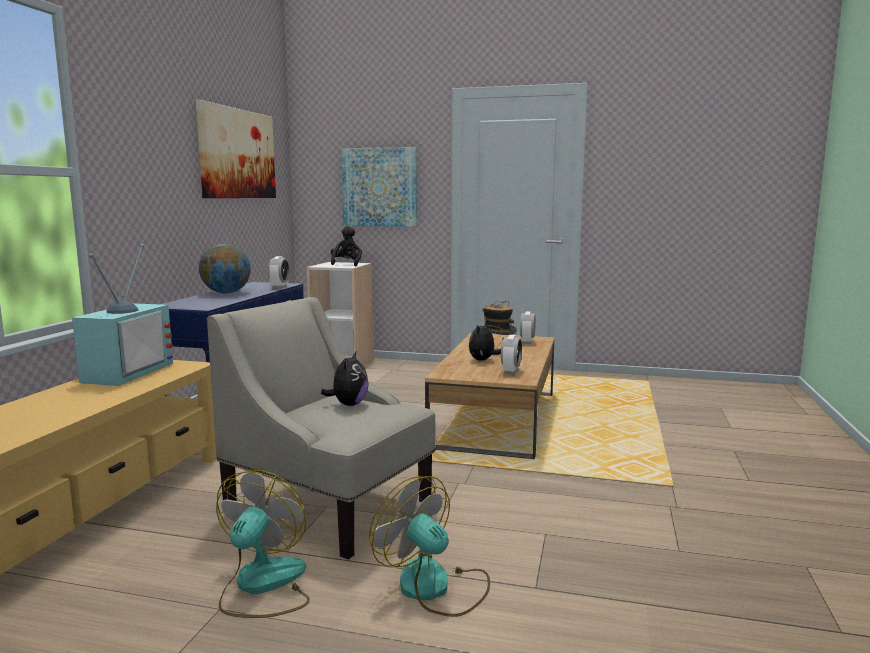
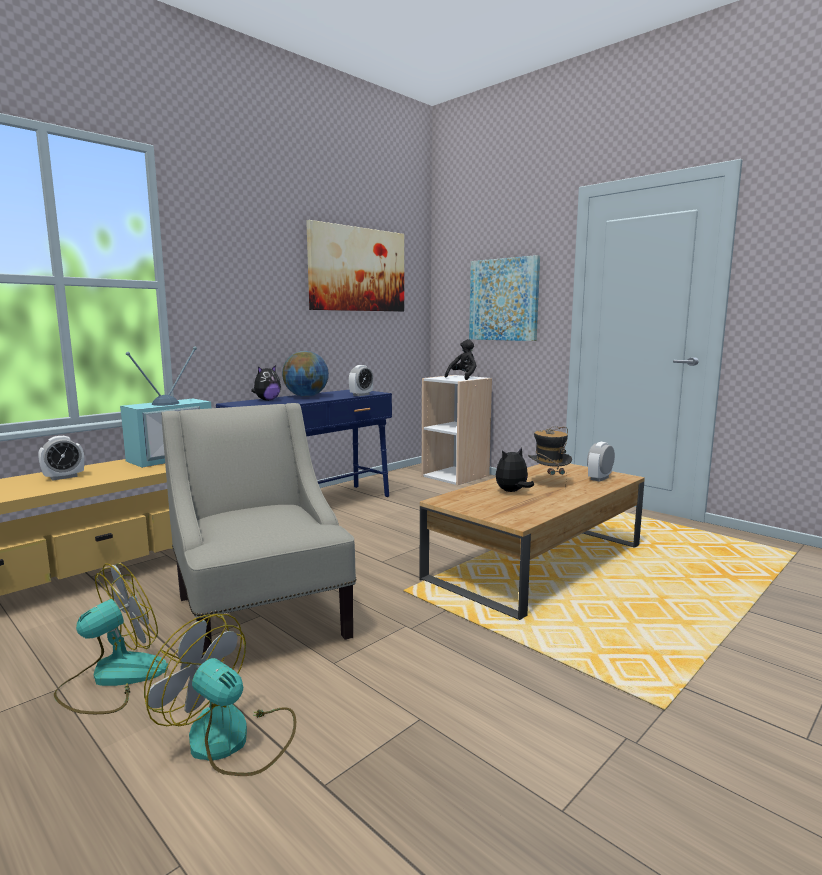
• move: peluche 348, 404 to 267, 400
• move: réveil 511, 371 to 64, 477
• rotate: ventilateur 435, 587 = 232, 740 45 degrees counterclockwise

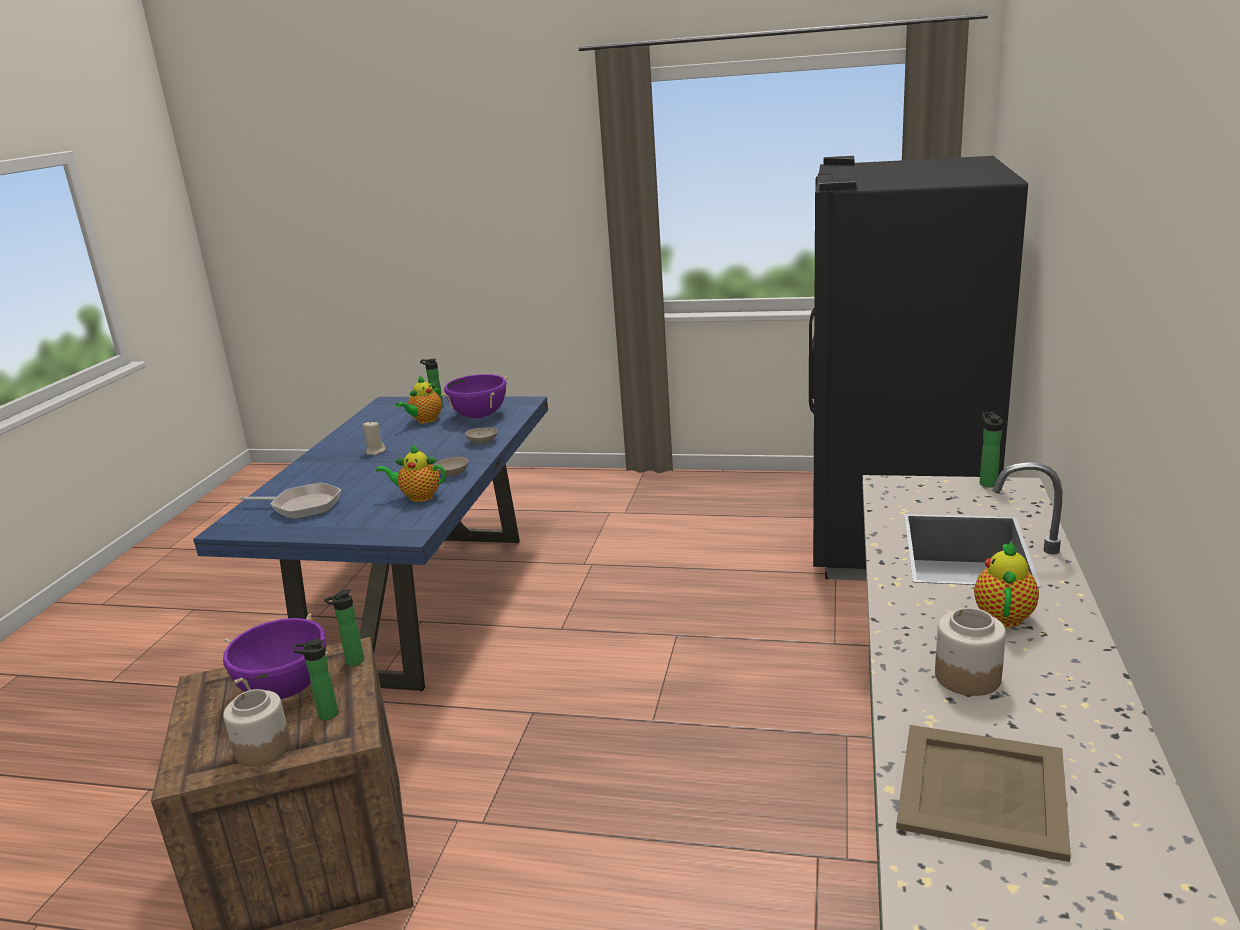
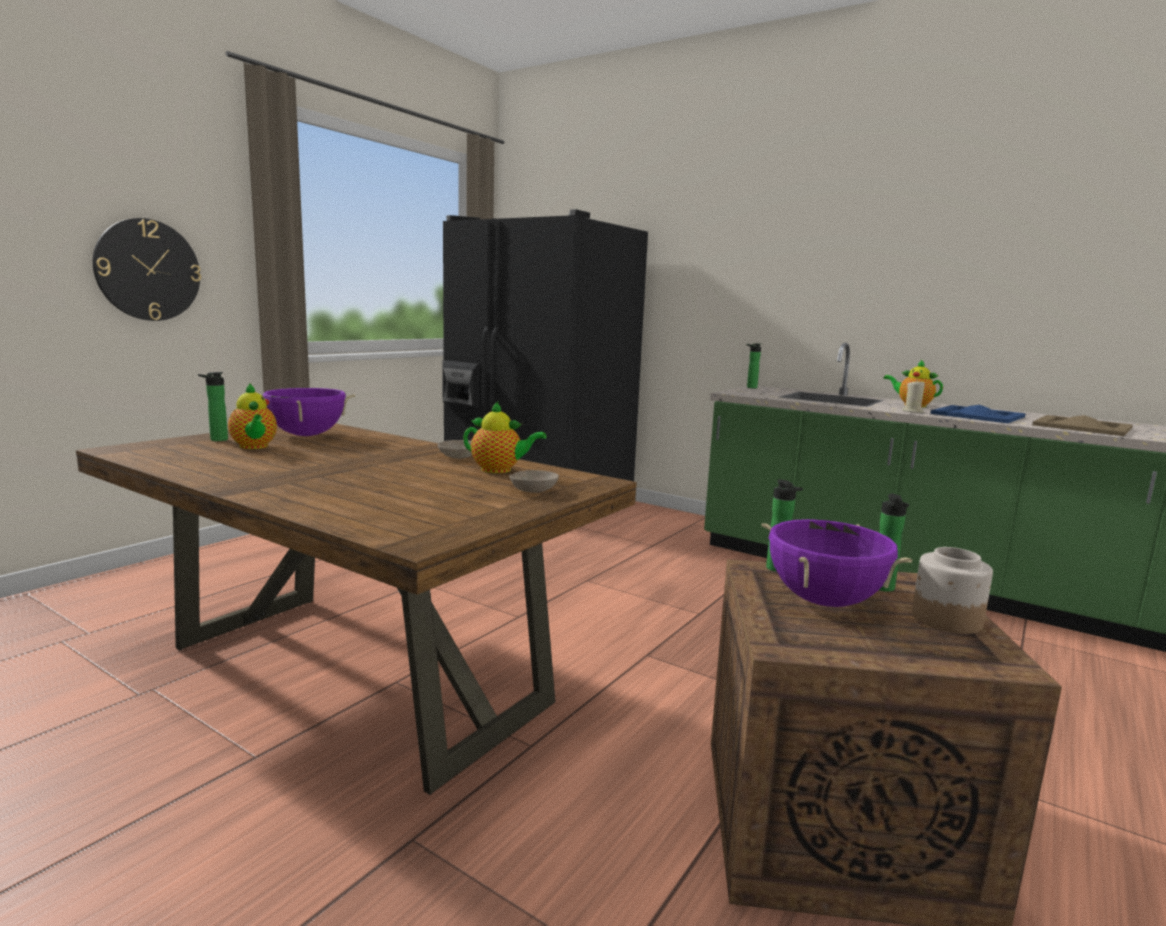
• delete: poêle 302, 506
• insert: horloge murale 148, 270
• move: bougie [beige] 375, 451 to 913, 411
• move: bol [beige] 482, 442 to 534, 491
• replace: bocal 967, 677 to plateau [bleu] 976, 415
• recolor: table à manger [bleu] 421, 603 to table à manger [marron] 352, 675
• rotate: théière 418, 497 = 499, 470 105 degrees counterclockwise

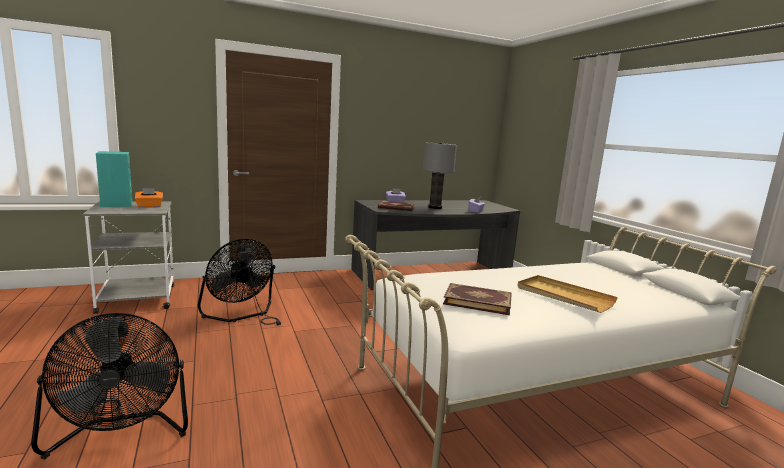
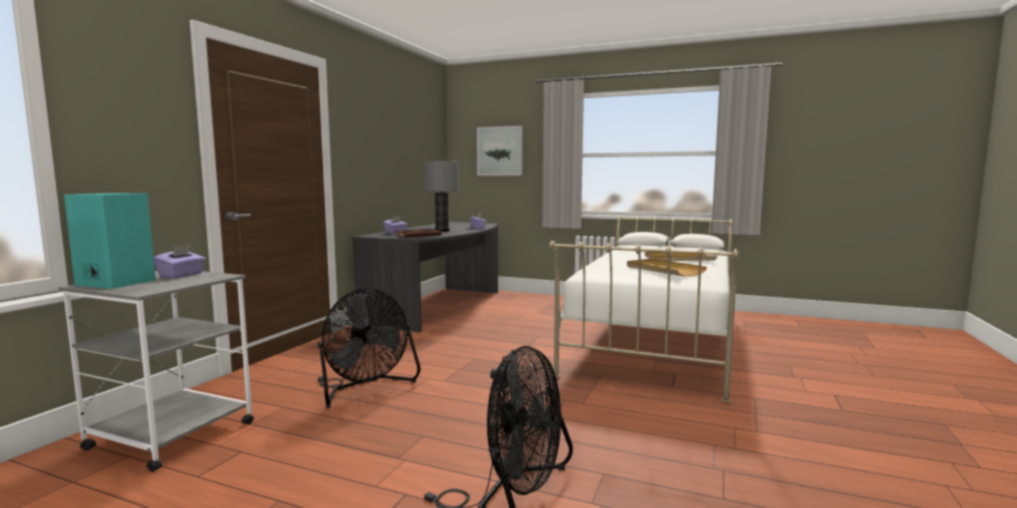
• insert: tableau 500, 151
• replace: livre 477, 301 to plateau [beige] 664, 270
• recolor: boîte à mouchoirs [orange] 149, 206 to boîte à mouchoirs [violet] 181, 275
• rotate: ventilateur [noir] 246, 314 = 361, 389 135 degrees counterclockwise

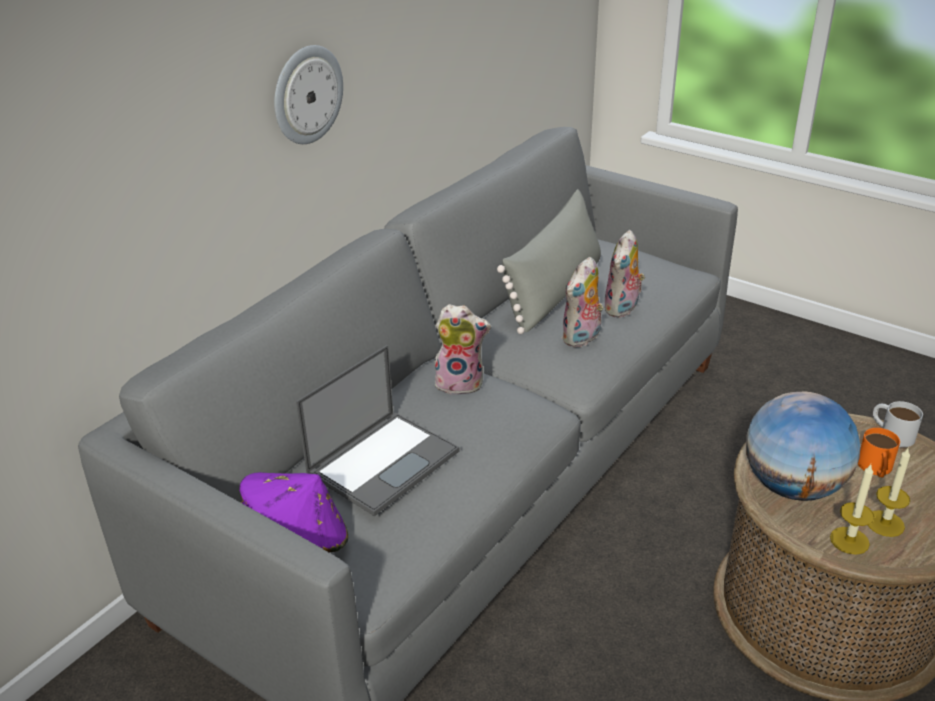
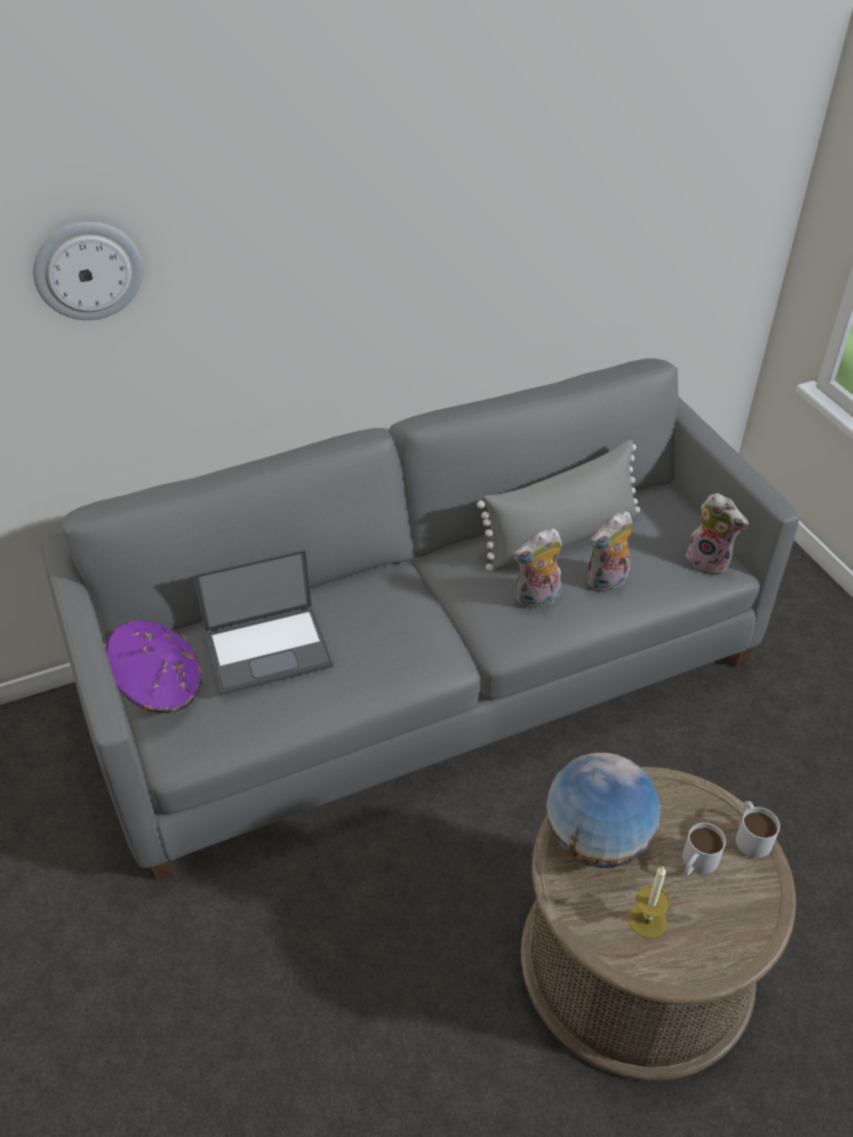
• delete: bougie 849, 540
• move: horloge murale 307, 94 to 88, 270
• move: peluche 461, 383 to 709, 561
• recolor: mug [orange] 875, 469 to mug [blanc] 696, 863

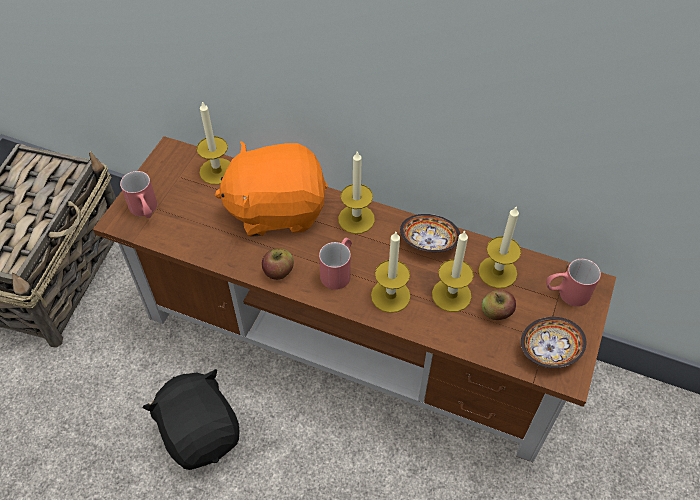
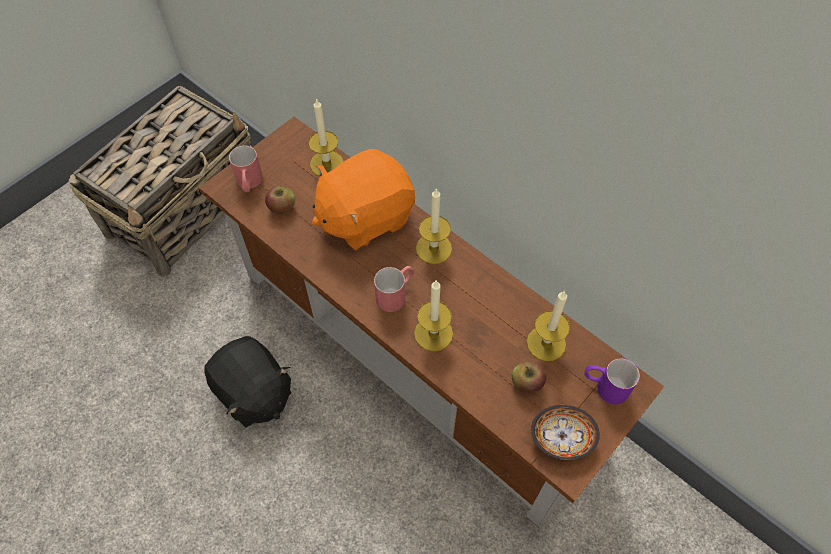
• delete: bol 428, 242
• delete: bougie 451, 295
• move: pomme 278, 271 to 282, 207
• recolor: mug [rouge] 566, 293 to mug [violet] 604, 387
• rotate: peluche [noir] 201, 432 = 253, 393 150 degrees clockwise
• rotate: peluche [orange] 276, 209 = 364, 217 45 degrees counterclockwise

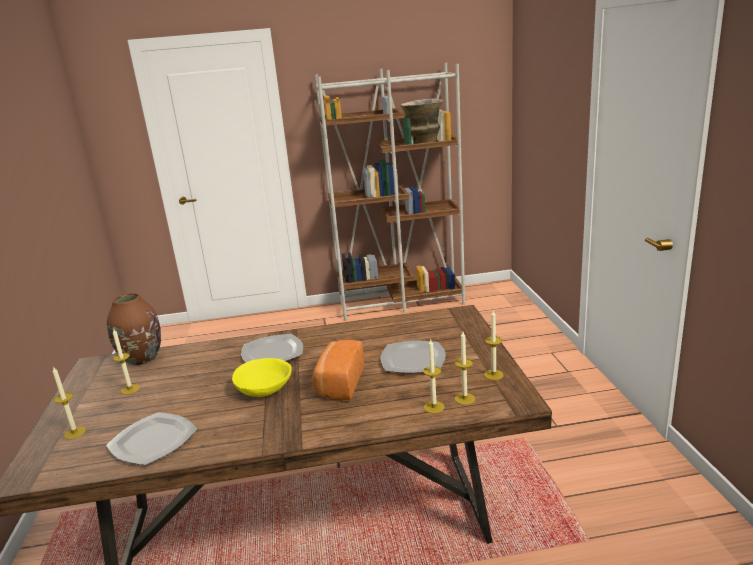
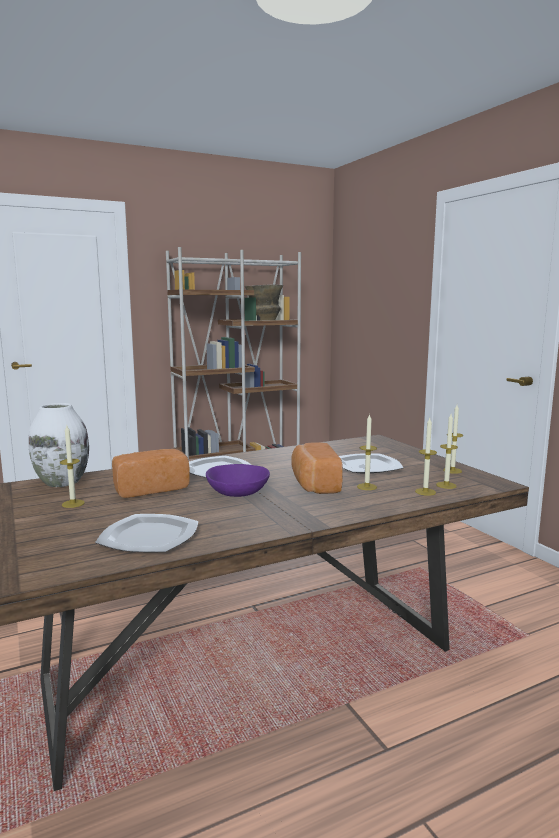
• insert: pain 149, 488
• move: bougie 75, 433 to 366, 487
• recolor: vase [marron] 141, 358 to vase [blanc] 61, 482
• recolor: bol [jaune] 265, 388 to bol [violet] 238, 492

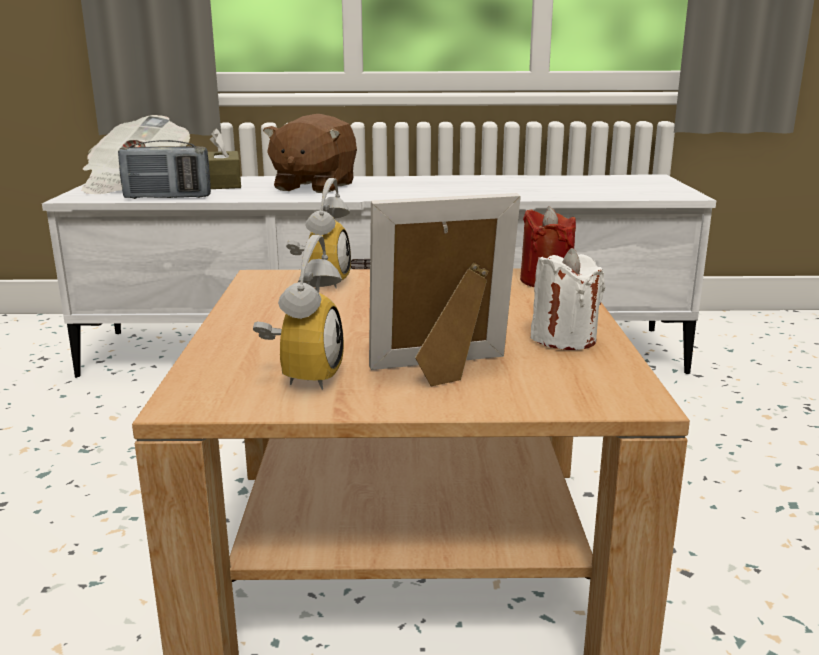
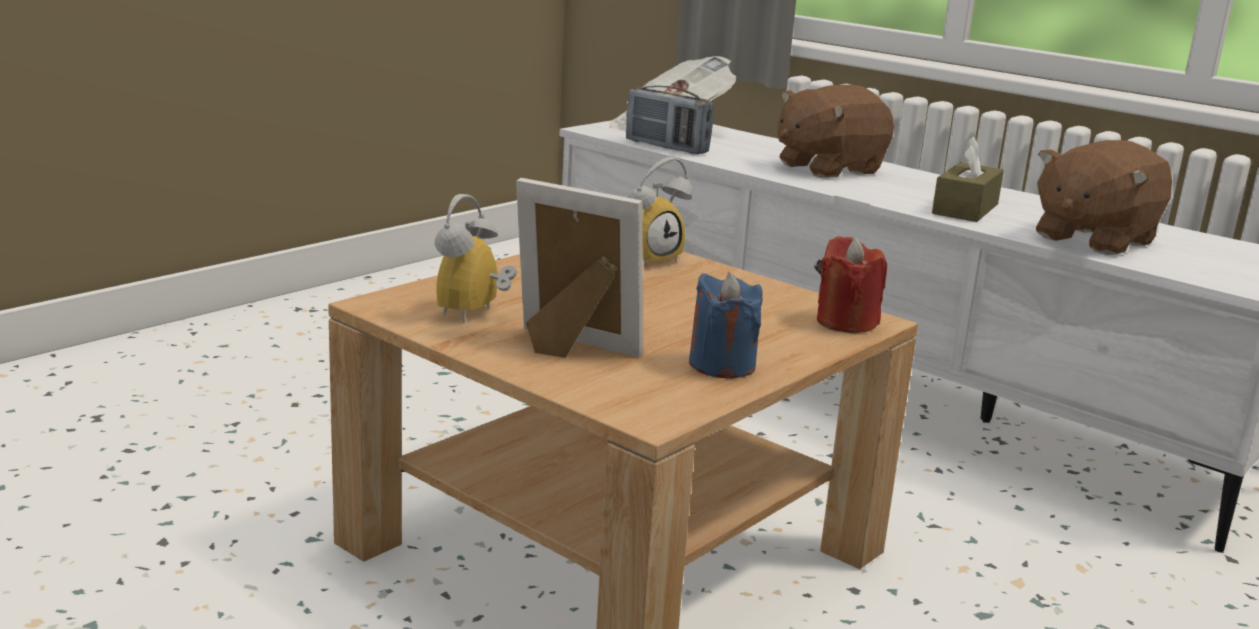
• insert: peluche [marron] 1092, 239
• move: boîte à mouchoirs [marron] 223, 183 to 965, 209
• recolor: bougie [blanc] 564, 339 to bougie [bleu] 722, 365
• rotate: réveil 302, 374 = 475, 314 150 degrees clockwise

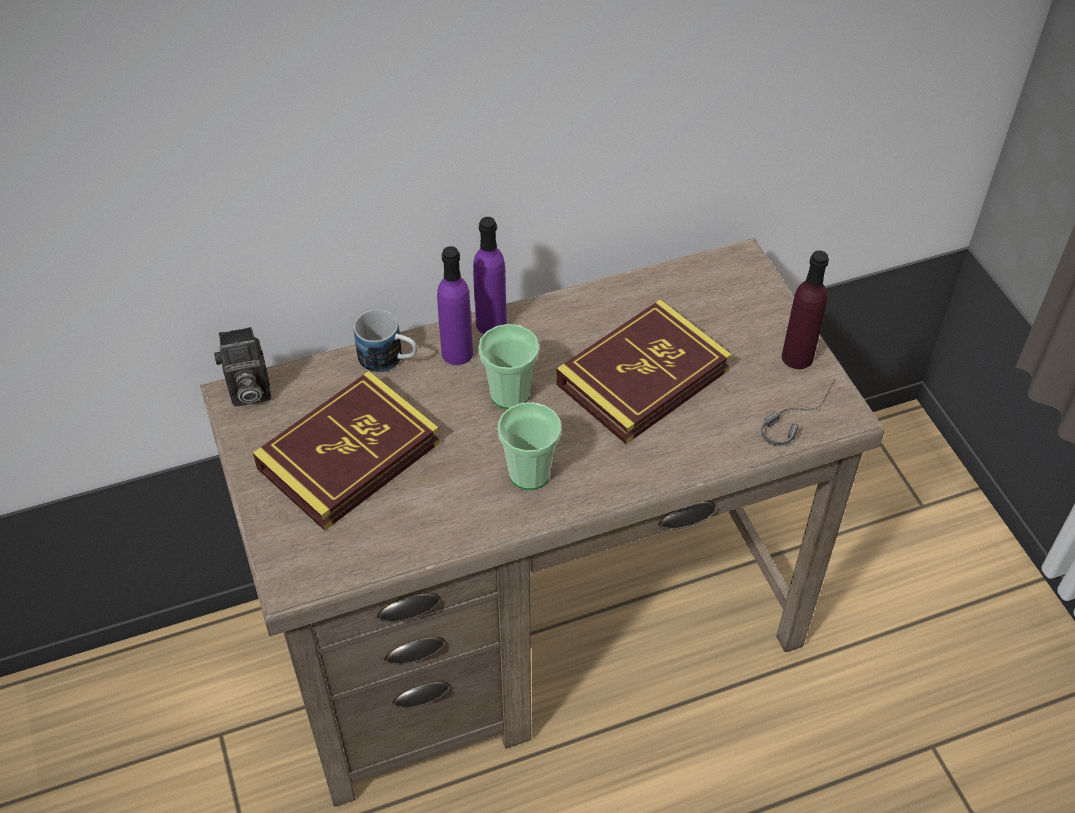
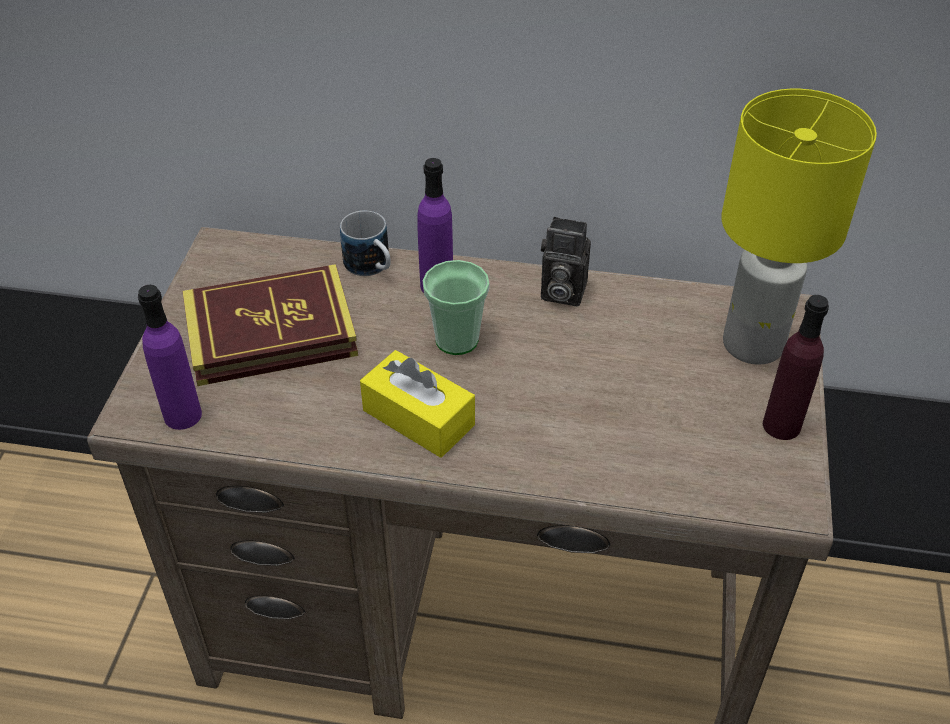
• delete: livre 642, 377
• delete: casque audio 794, 416
• insert: lampe de table [jaune] 755, 344
• move: appareil photo 247, 392 to 560, 292
• move: bouteille [violet] 491, 324 to 182, 415
• replace: tasse 529, 473 to boîte à mouchoirs [jaune] 418, 418

